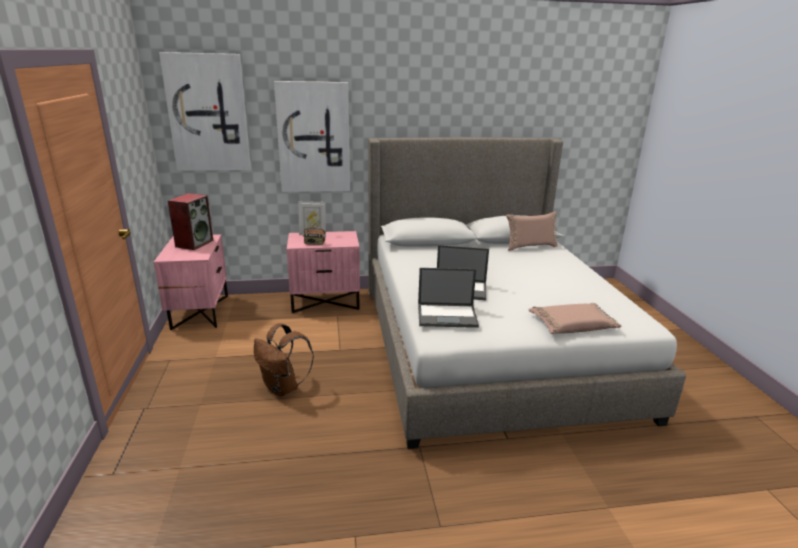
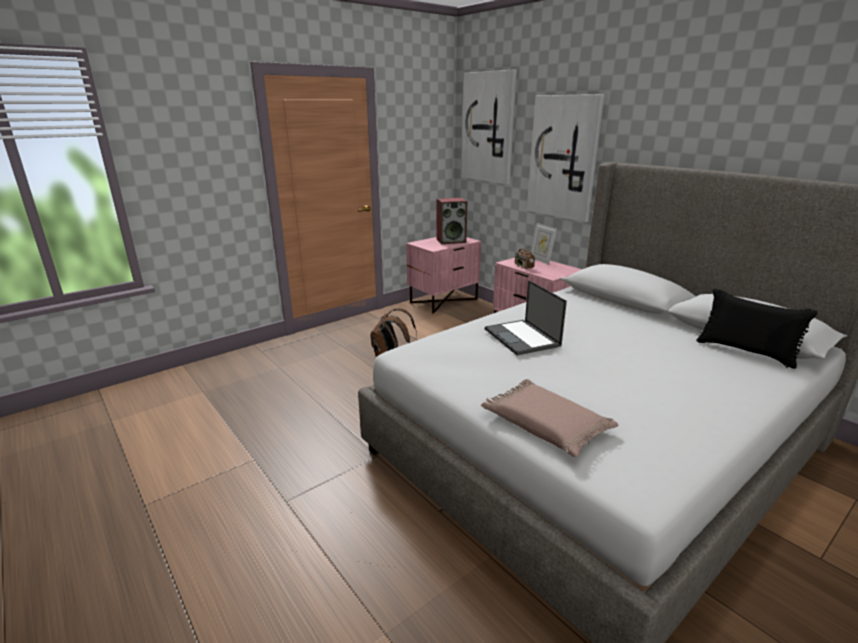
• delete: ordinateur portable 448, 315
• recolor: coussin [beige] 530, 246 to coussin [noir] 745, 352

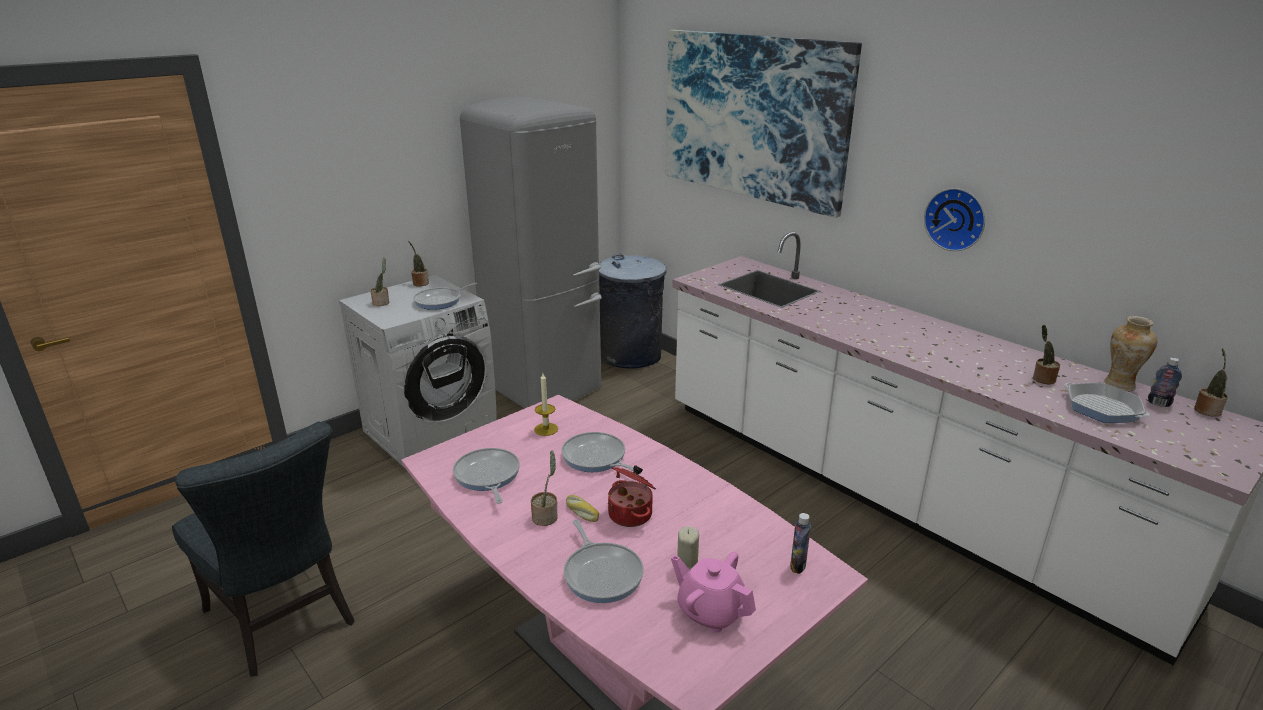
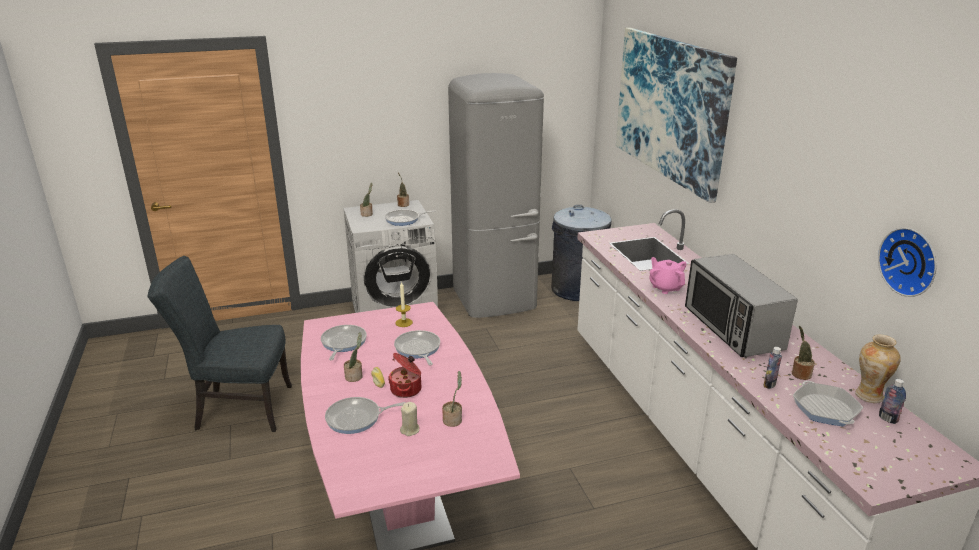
• insert: micro-ondes 732, 328
• move: théière [rose] 710, 612 to 665, 287
• move: bouteille 798, 566 to 769, 385
• move: horloge murale 956, 219 to 910, 261
• move: plante en pot 1206, 410 to 453, 420
• rotate: chaise [gris] 285, 620 = 237, 408 105 degrees clockwise
• rotate: poêle 602, 573 = 356, 418 75 degrees clockwise

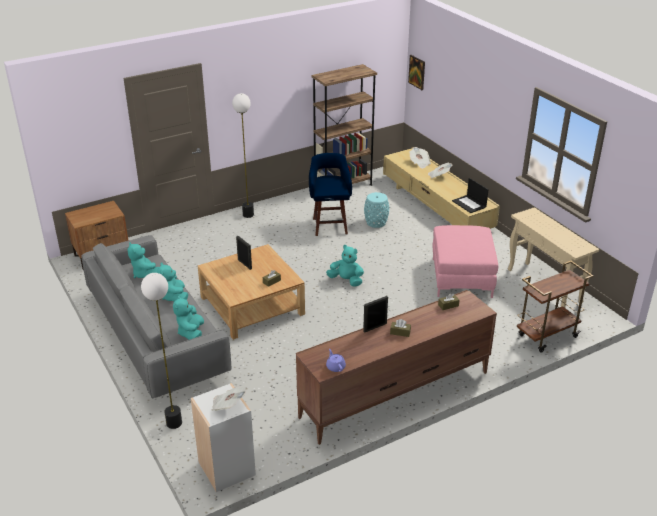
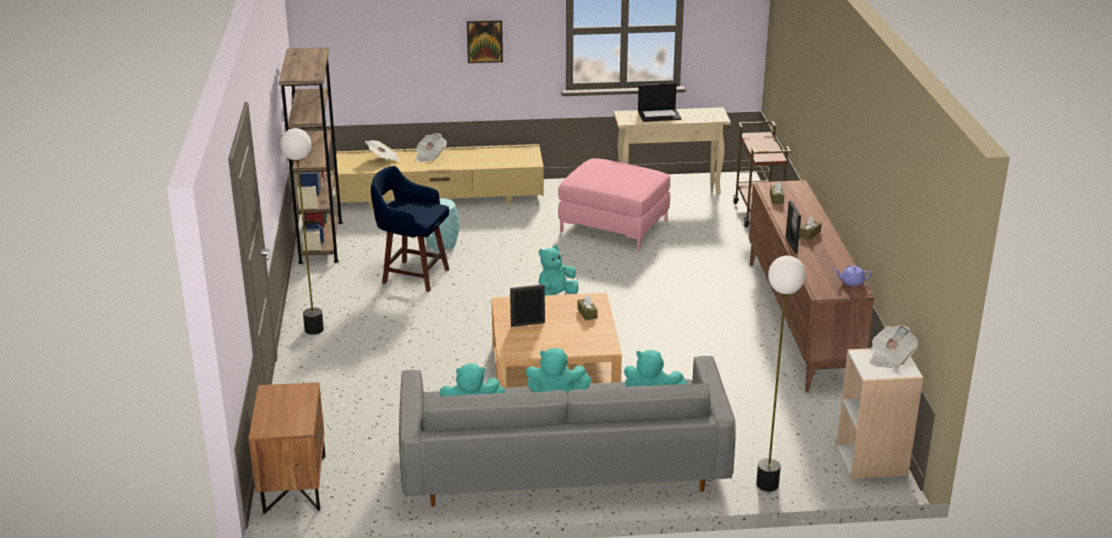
• move: tableau 417, 72 to 484, 41
• move: ordinateur portable 469, 204 to 659, 115

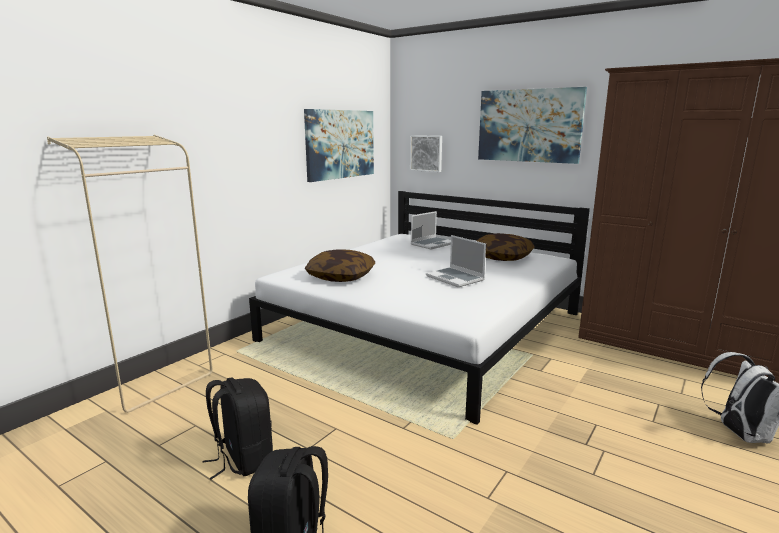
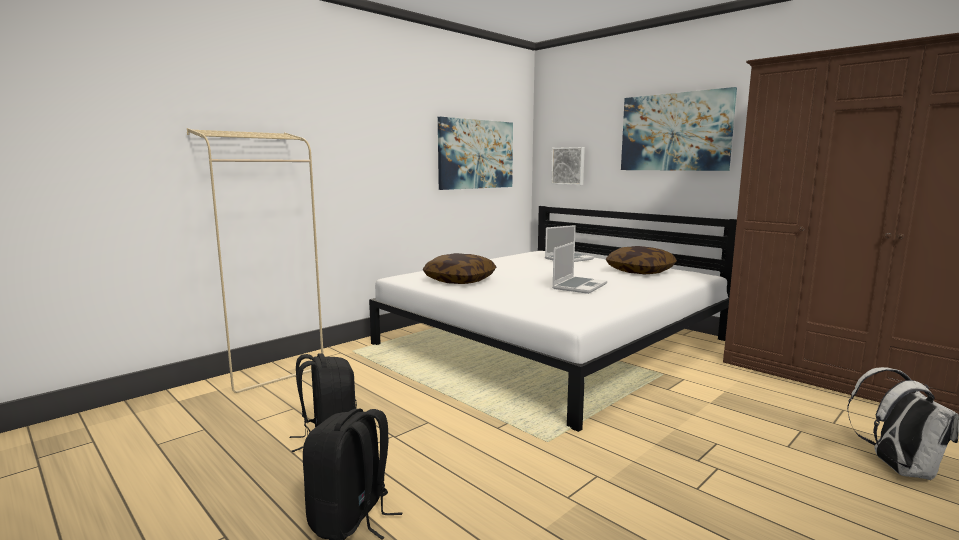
• rotate: ordinateur portable 455, 278 = 579, 286 120 degrees counterclockwise

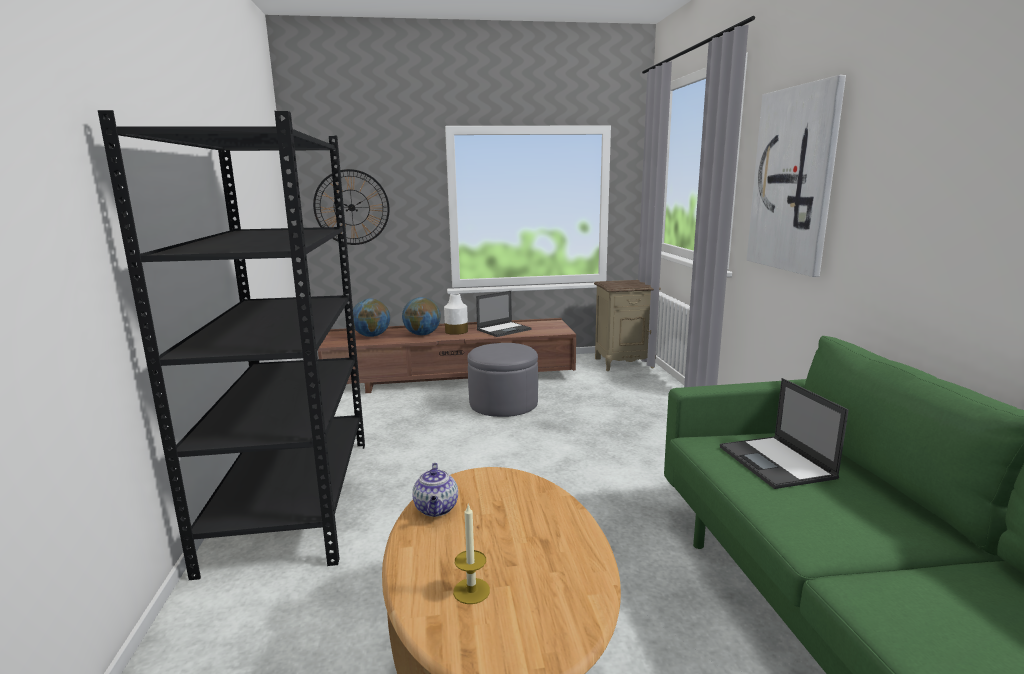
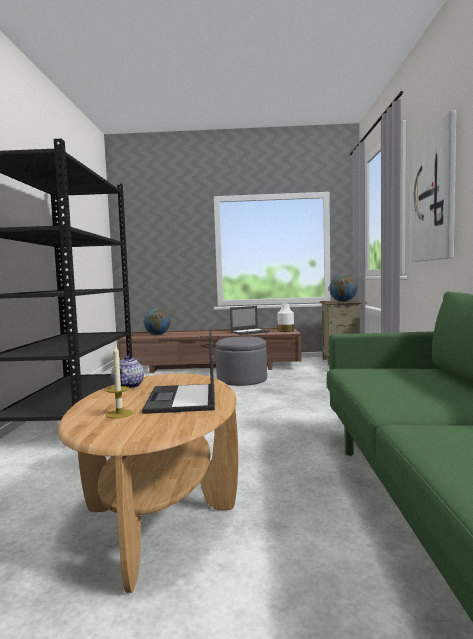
• delete: horloge murale 351, 207
• move: globe 422, 334 to 343, 301
• move: vase [blanc] 456, 331 to 286, 331
• move: ordinateur portable 777, 463 to 182, 399

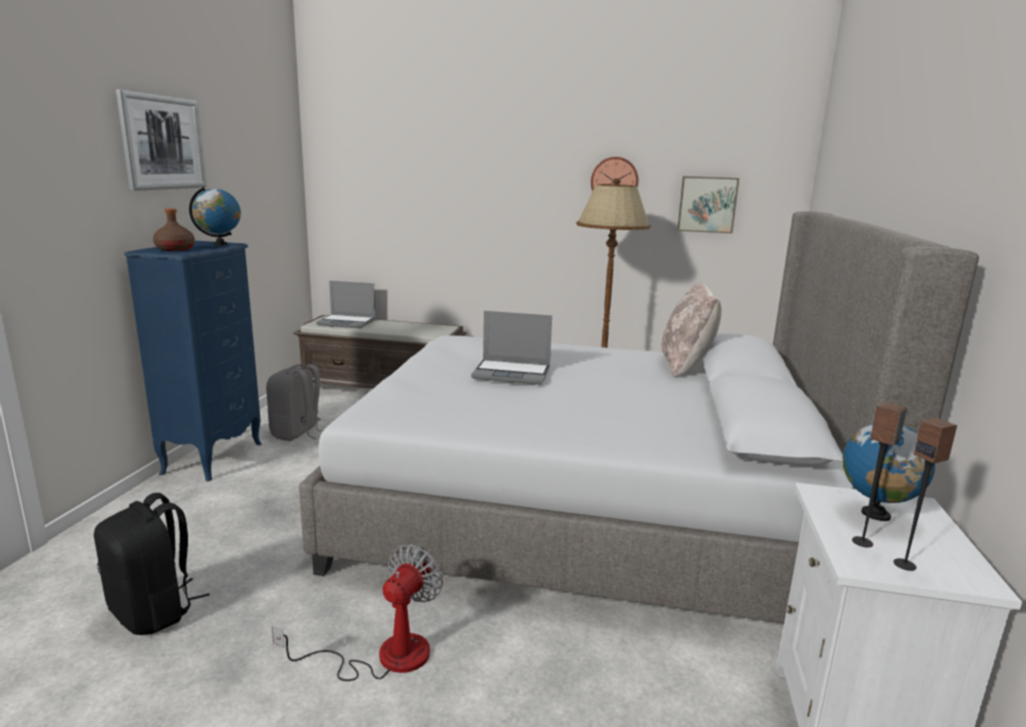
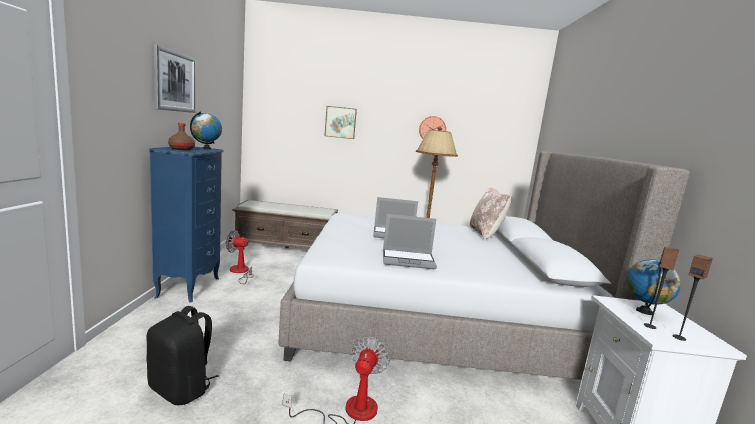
• move: ordinateur portable 347, 322 to 408, 260
• move: tableau 707, 204 to 340, 122
• replace: sac à dos [gris] 297, 433 to ventilateur 240, 272

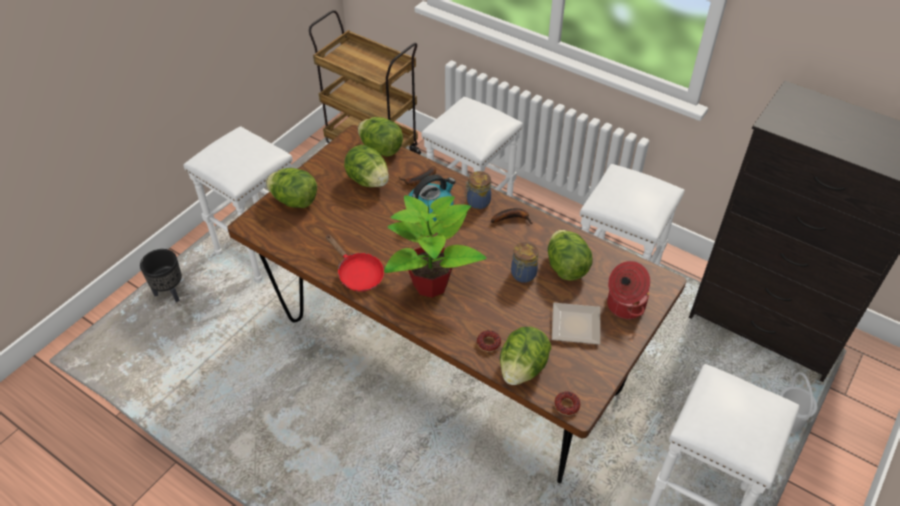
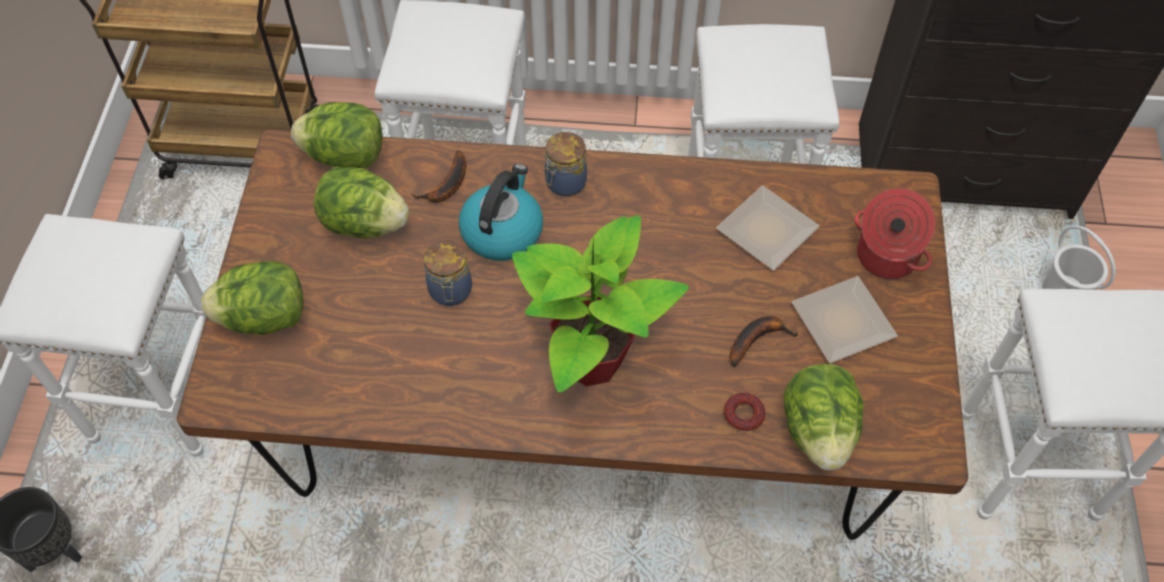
• delete: poêle [rouge] 357, 274
• delete: beignet 566, 405
• move: banane 512, 218 to 757, 339
• move: bocal 523, 275 to 450, 292
• replace: laitue 566, 267 to assiette 767, 234

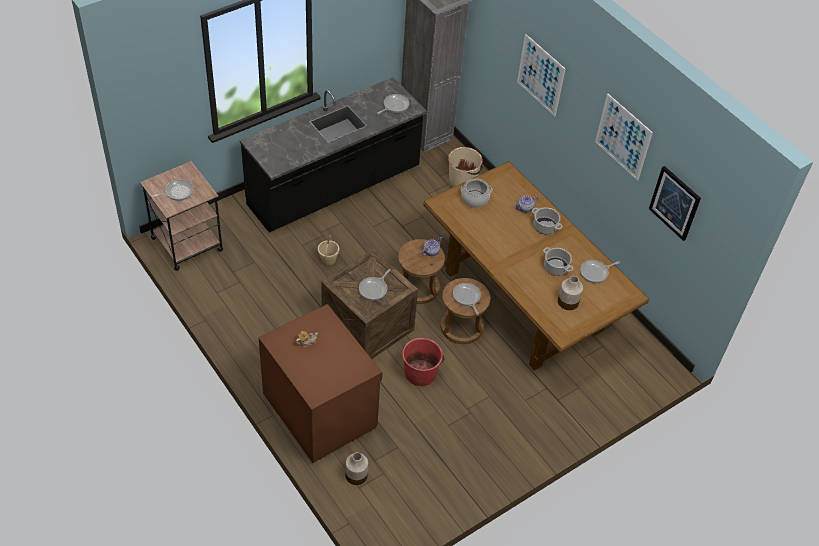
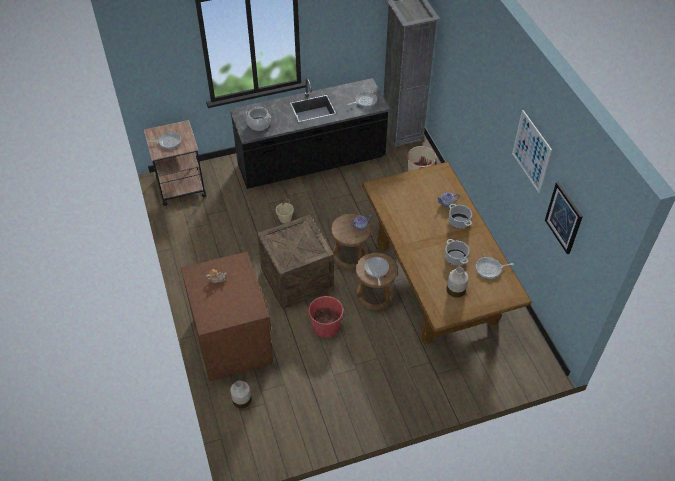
• delete: poêle 374, 289
• delete: tableau 540, 75
• move: marmite 475, 199 to 259, 124

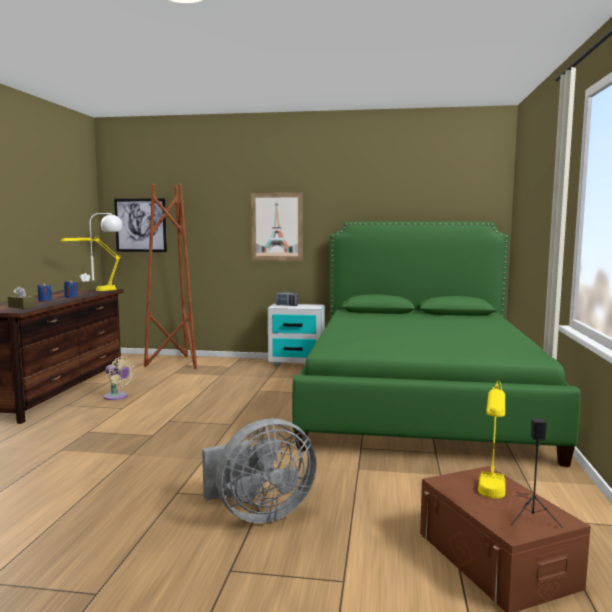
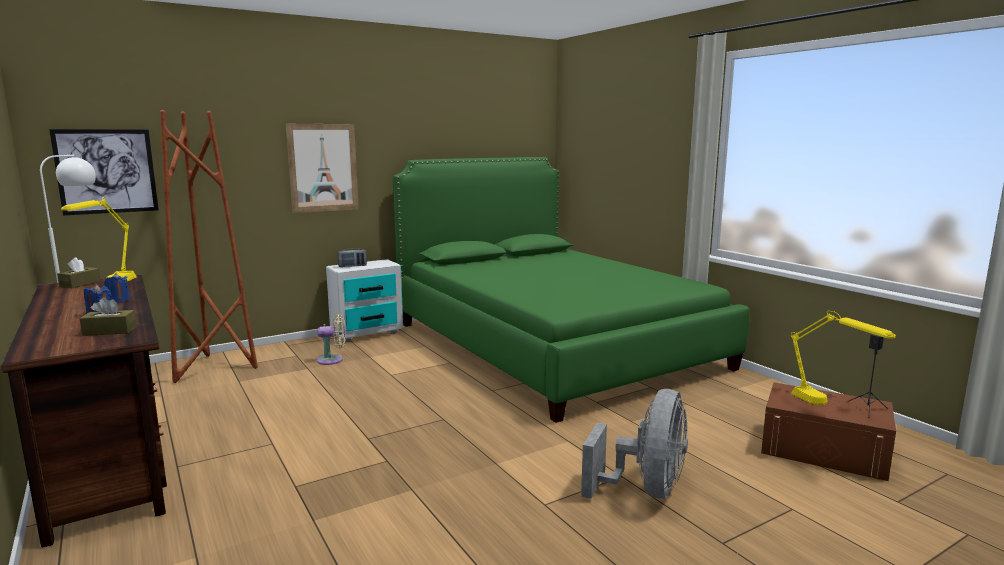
• move: ventilateur [beige] 117, 397 to 333, 360

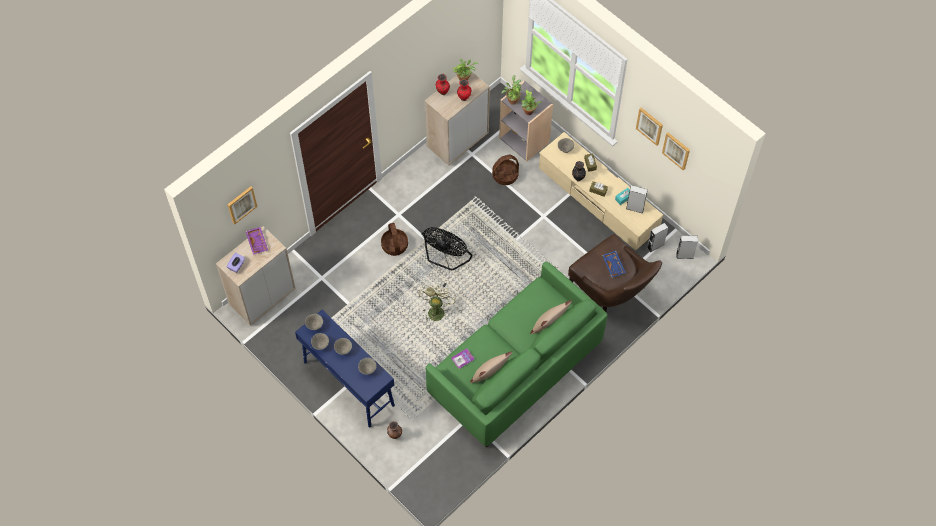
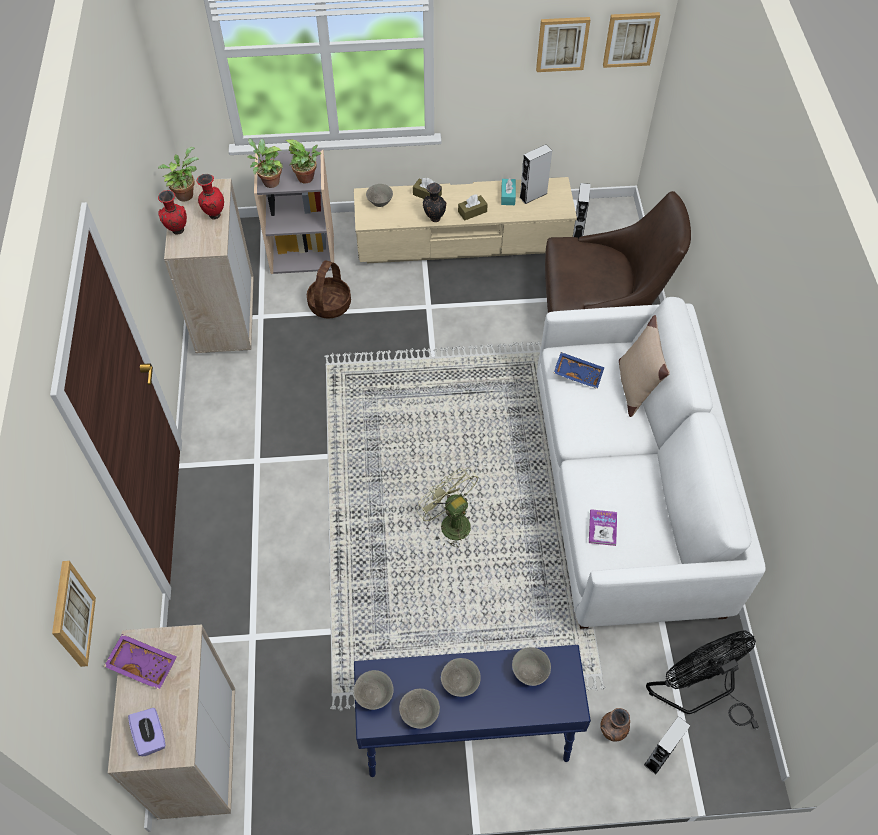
• delete: panier 394, 245
• delete: coussin [beige] 490, 375
• move: ventilateur [noir] 444, 261 to 705, 688
• move: plateau [bleu] 614, 265 to 578, 373
• move: tableau 650, 125 to 630, 39
• move: enceinte [gris] 684, 255 to 659, 755
• recolor: canapé [vert] 515, 369 to canapé [blanc] 627, 494

